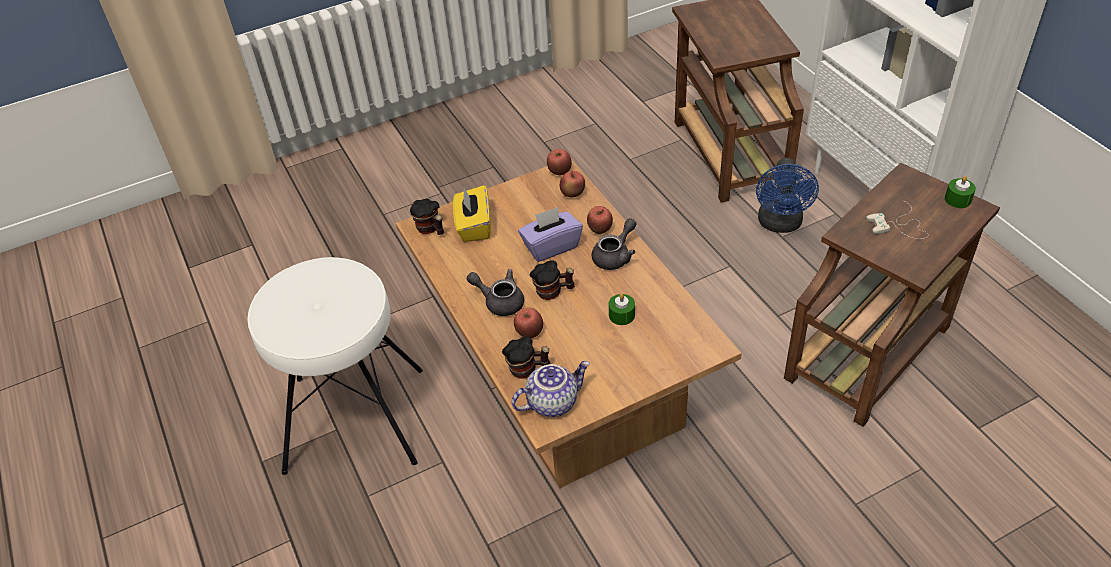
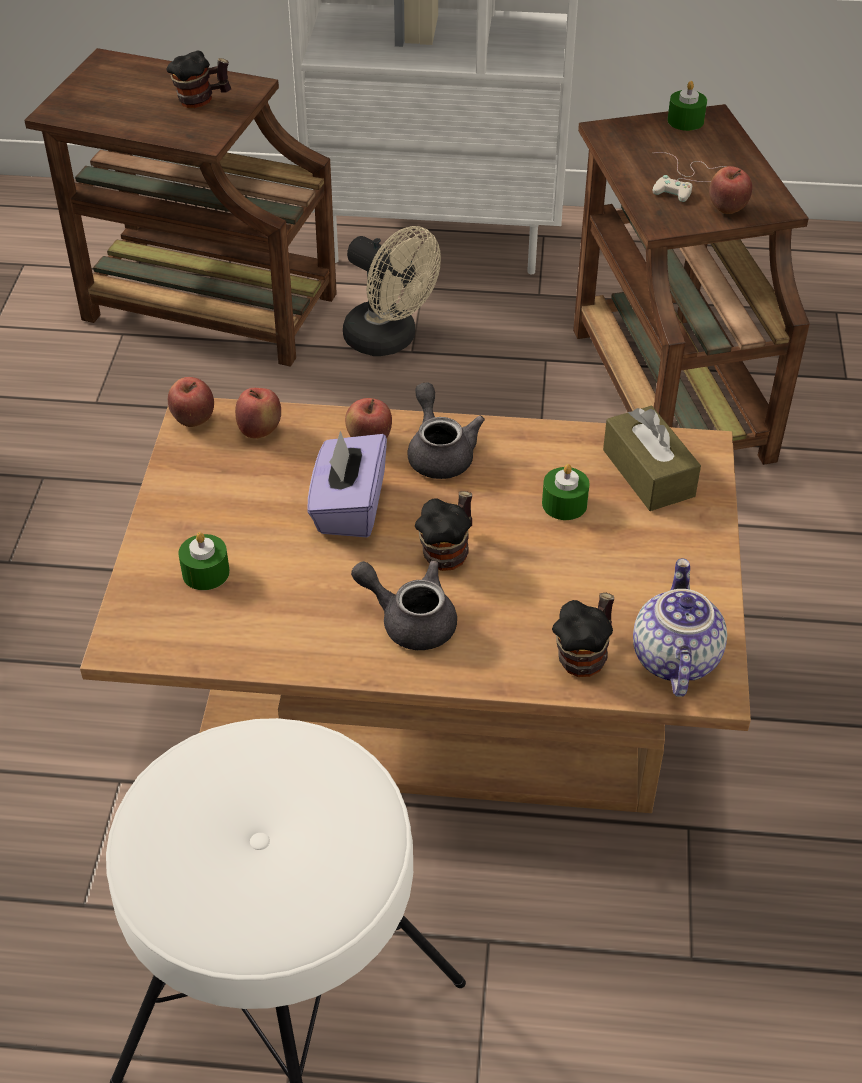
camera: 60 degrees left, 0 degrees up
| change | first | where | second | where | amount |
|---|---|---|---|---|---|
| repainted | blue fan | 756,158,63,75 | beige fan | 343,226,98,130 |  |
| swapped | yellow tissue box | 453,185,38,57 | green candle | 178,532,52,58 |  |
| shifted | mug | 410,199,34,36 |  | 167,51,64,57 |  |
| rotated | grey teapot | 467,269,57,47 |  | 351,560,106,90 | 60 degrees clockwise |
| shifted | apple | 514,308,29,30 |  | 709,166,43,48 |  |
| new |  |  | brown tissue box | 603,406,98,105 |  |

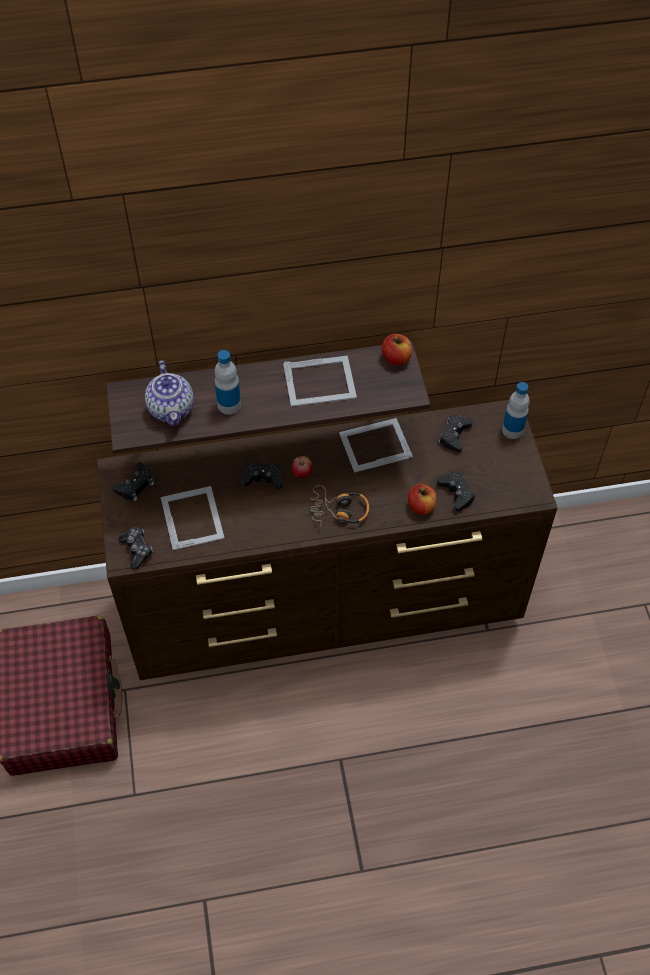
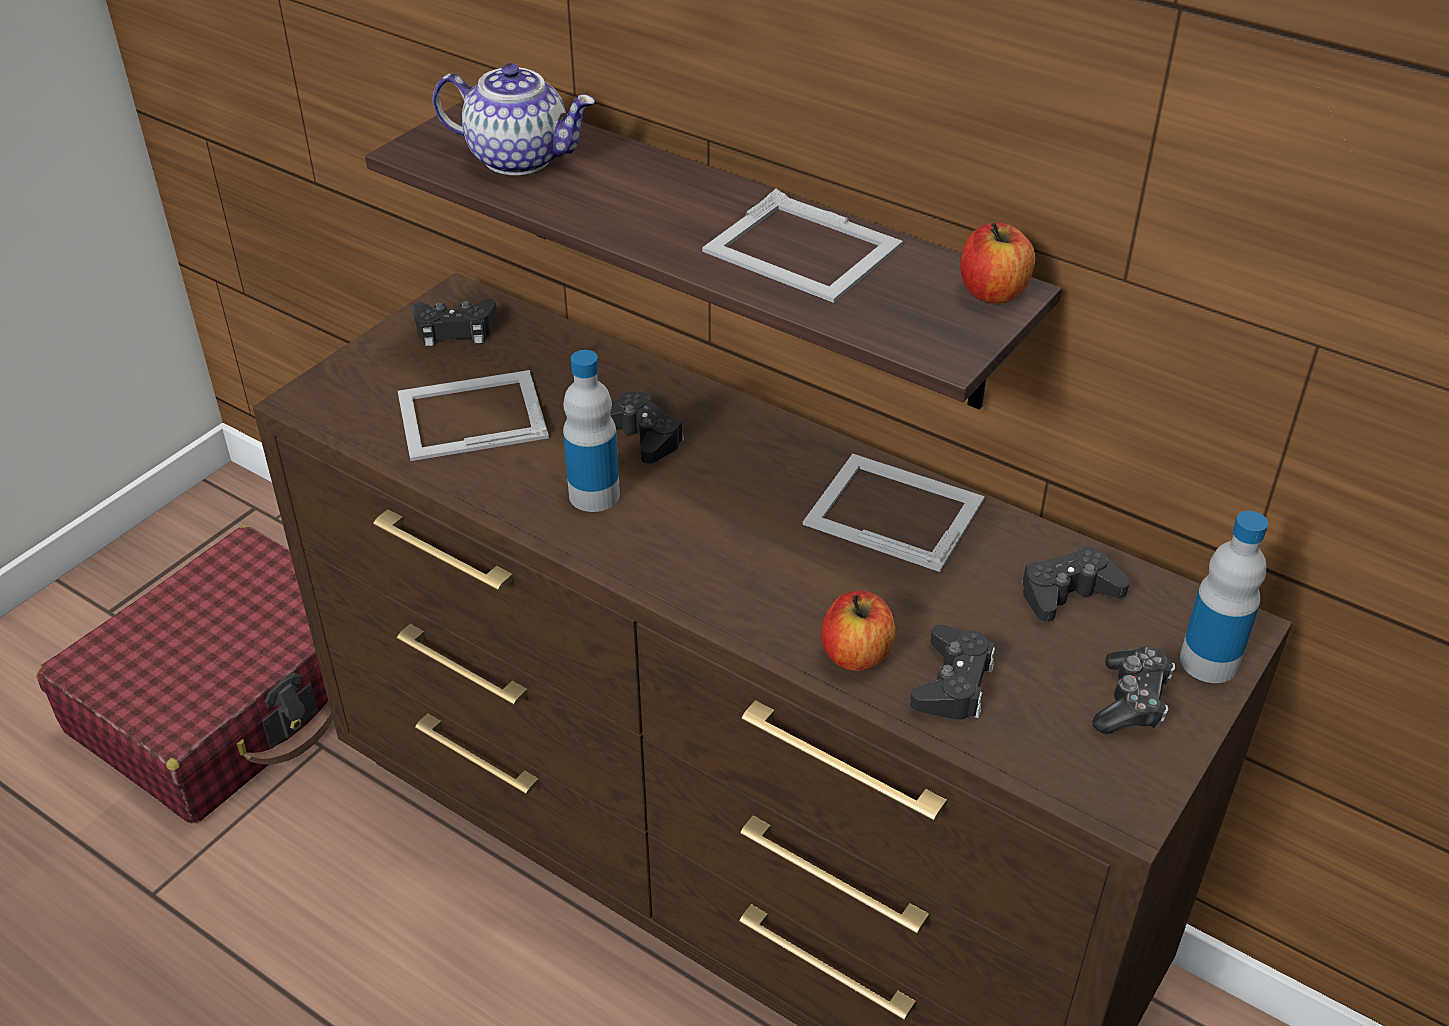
camera: 45 degrees right, 15 degrees down
| change | first | where | second | where | amount |
|---|---|---|---|---|---|
| shifted | bottle | 215,350,26,65 |  | 563,350,57,162 |  |
| rotated | teapot | 145,360,49,66 |  | 433,63,162,112 | 105 degrees counterclockwise |
| gone | apple | 292,456,21,23 |  |  |  |
| gone | headphones | 310,485,59,43 |  |  |  |
| rotated | picture frame | 161,486,64,64 |  | 398,370,151,91 | 135 degrees counterclockwise |
| shifted | game controller | 118,527,35,42 |  | 1092,646,83,88 |  |

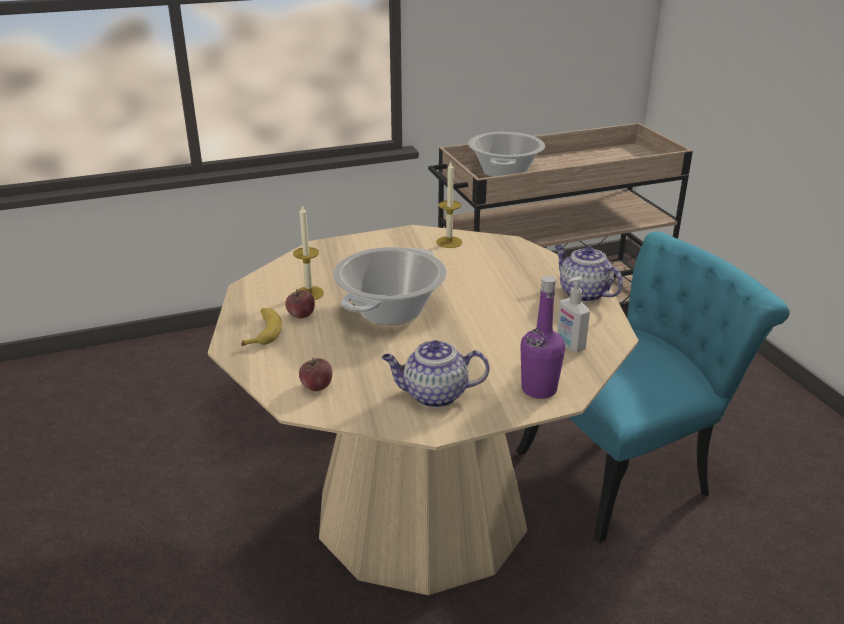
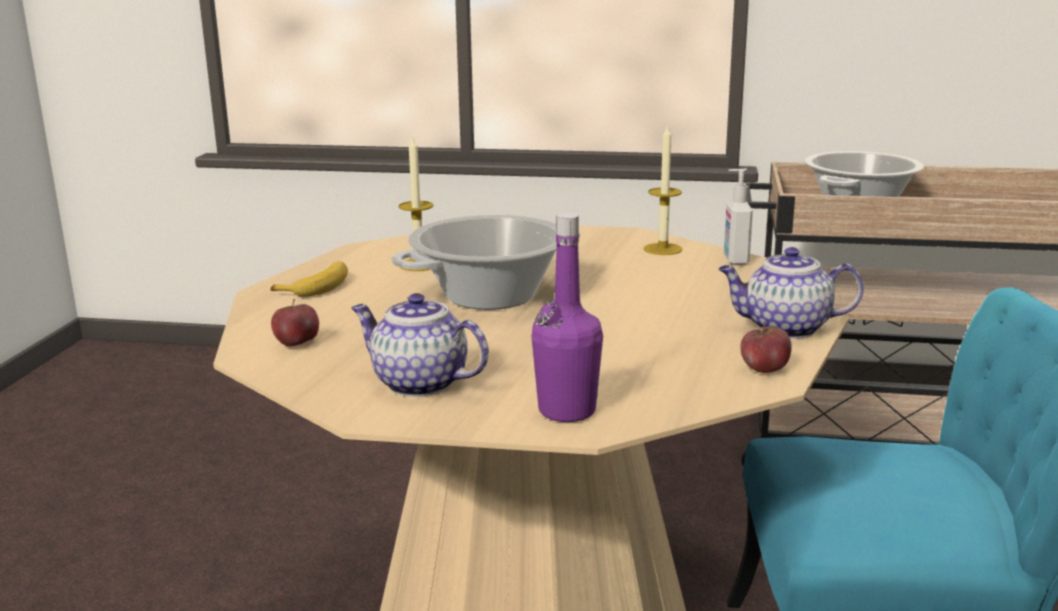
camera: 30 degrees right, 10 degrees down
| change | first | where | second | where | amount |
|---|---|---|---|---|---|
| rotated | teapot | 555,245,68,57 |  | 719,247,145,92 | 75 degrees counterclockwise |
| shifted | soap dispenser | 557,276,33,76 |  | 724,169,29,96 |  |
| shifted | apple | 285,290,30,28 |  | 740,322,52,51 |  |

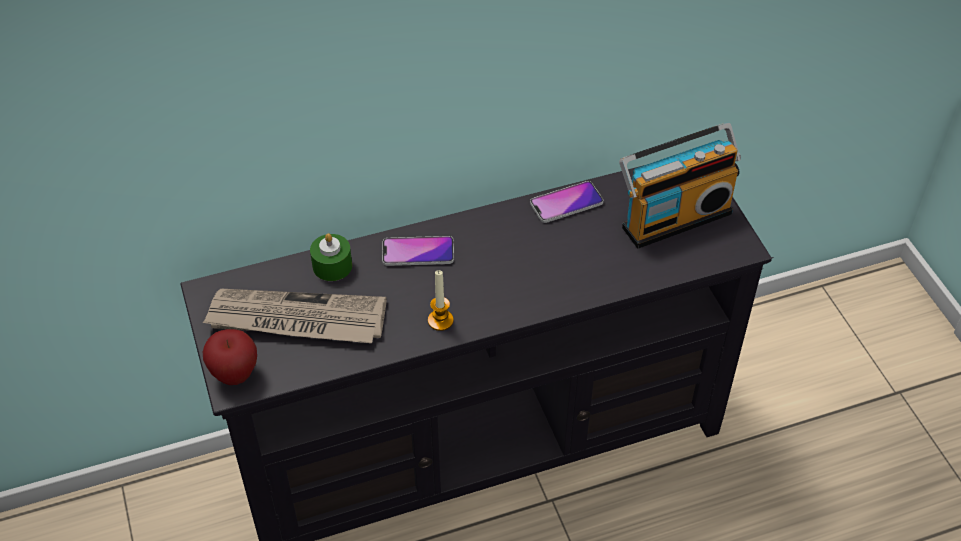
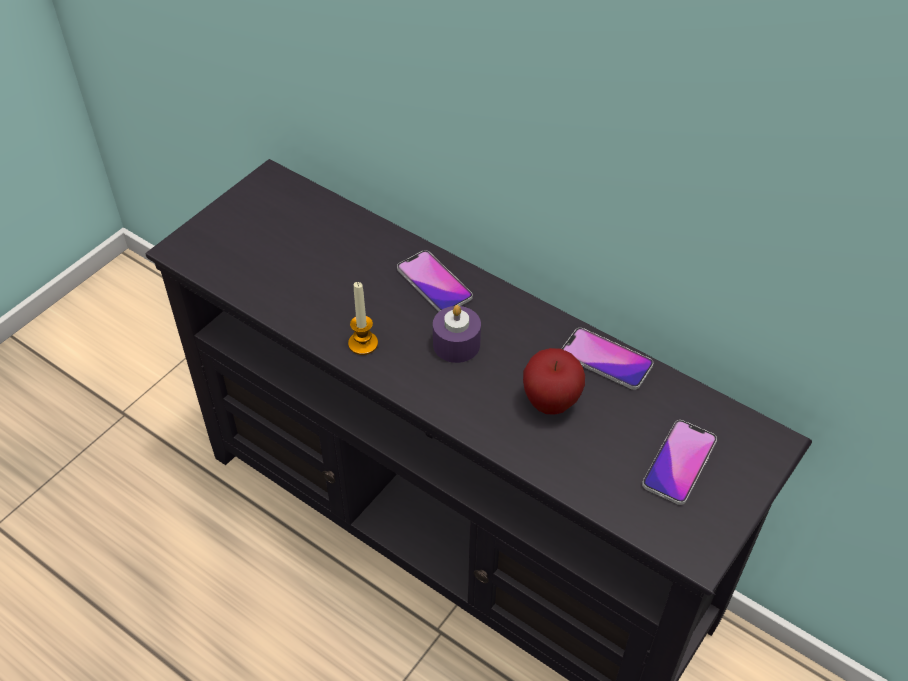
camera: 55 degrees right, 0 degrees up
| change | first | where | second | where | amount |
|---|---|---|---|---|---|
| swapped | radio | 619,123,122,126 | phone | 642,420,75,85 |  |
| gone | green candle | 310,233,42,48 |  |  |  |
| gone | newspaper | 202,289,185,54 |  |  |  |
| shifted | apple | 203,329,54,56 |  | 523,348,62,67 |  |
| new |  |  | purple candle | 433,305,48,58 |  |

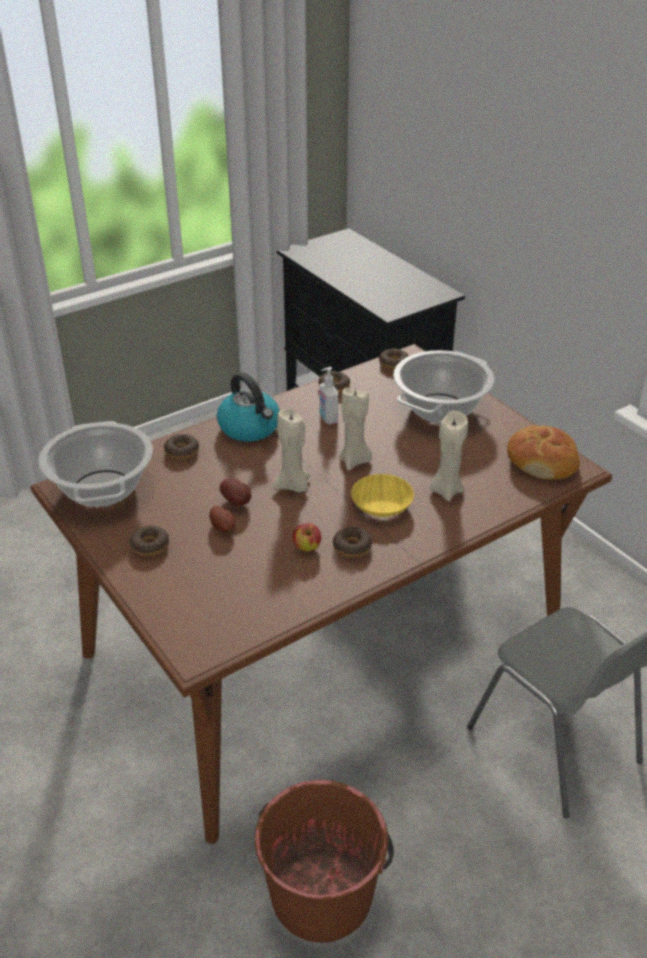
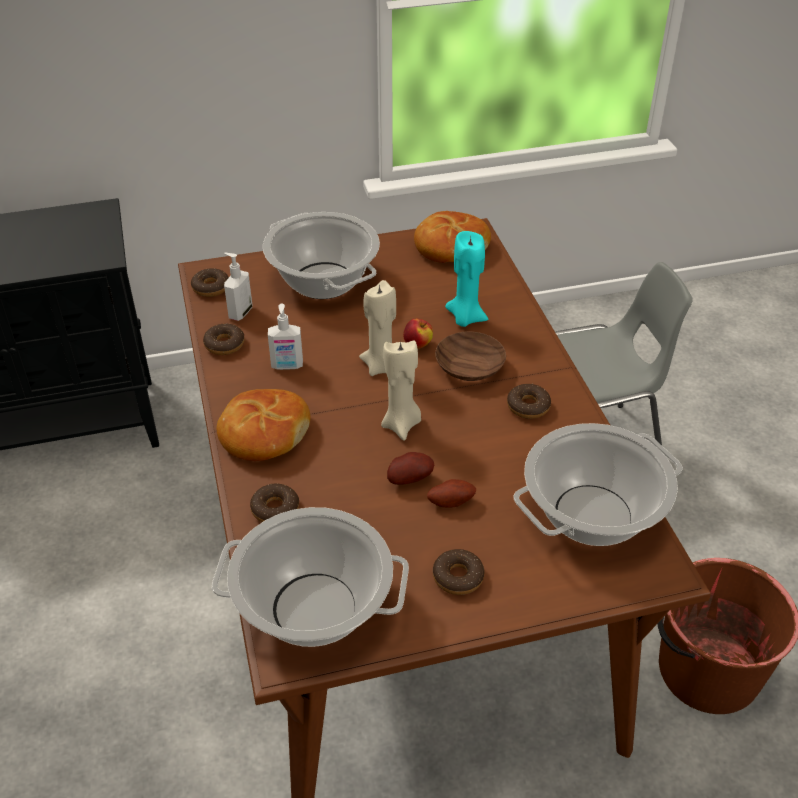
camera: 70 degrees left, 5 degrees up
| change | first | where | second | where | amount |
|---|---|---|---|---|---|
| swapped | kettle | 217,372,63,70 | bread | 217,389,93,72 |  |
| repainted | beige candle | 430,411,38,90 | turquoise candle | 445,231,43,96 |  |
| repainted | yellow bowl | 351,474,63,43 | brown bowl | 435,331,71,50 |  |
| shifted | apple | 293,523,28,29 |  | 403,318,30,31 |  |
| new |  |  | soap dispenser | 224,253,28,68 |  |
| new |  |  | cooking pot | 513,423,170,123 |  |

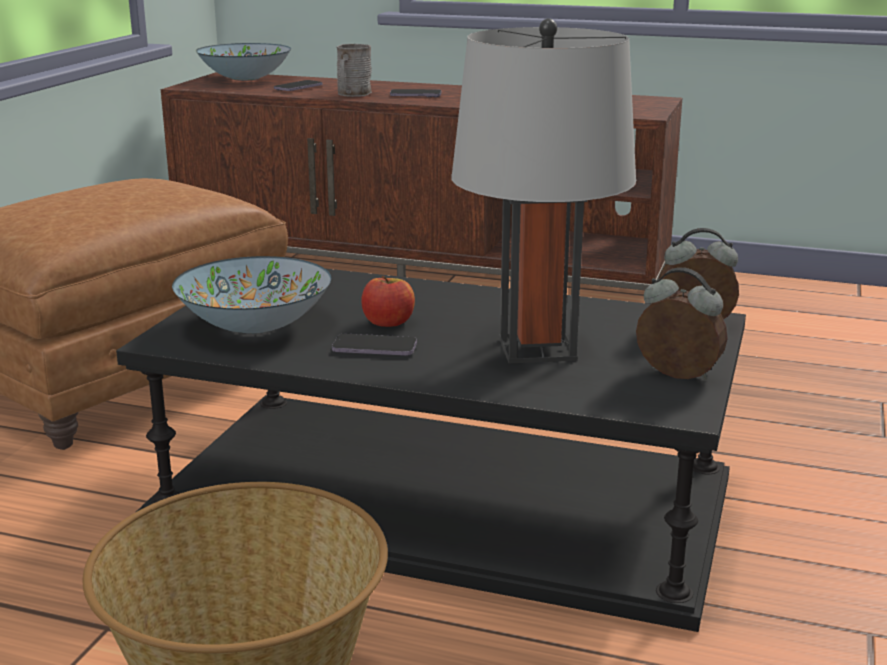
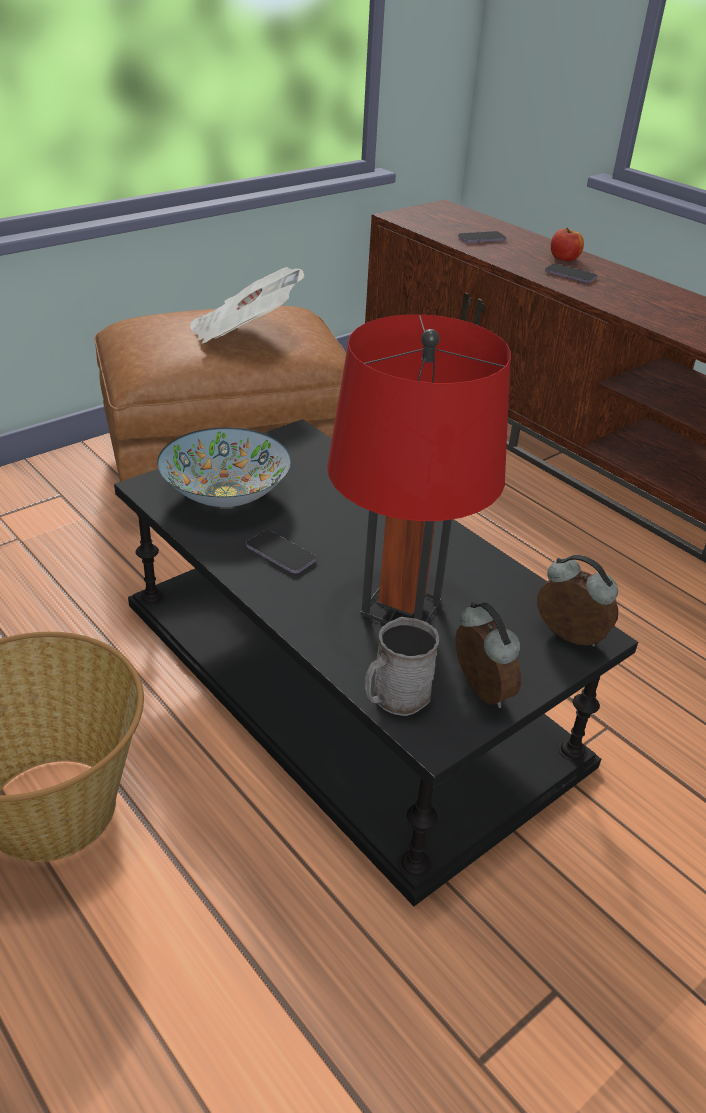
camera: 30 degrees right, 15 degrees up
| change | first | where | second | where | amount |
|---|---|---|---|---|---|
| repainted | grey table lamp | 451,19,185,344 | red table lamp | 327,314,184,310 |  |
| gone | bowl | 196,43,95,38 |  |  |  |
| shifted | grey mug | 336,44,36,53 |  | 365,617,74,99 |  |
| shifted | apple | 361,276,54,51 |  | 551,228,33,33 |  |
| new |  |  | newspaper | 190,267,114,76 |  |

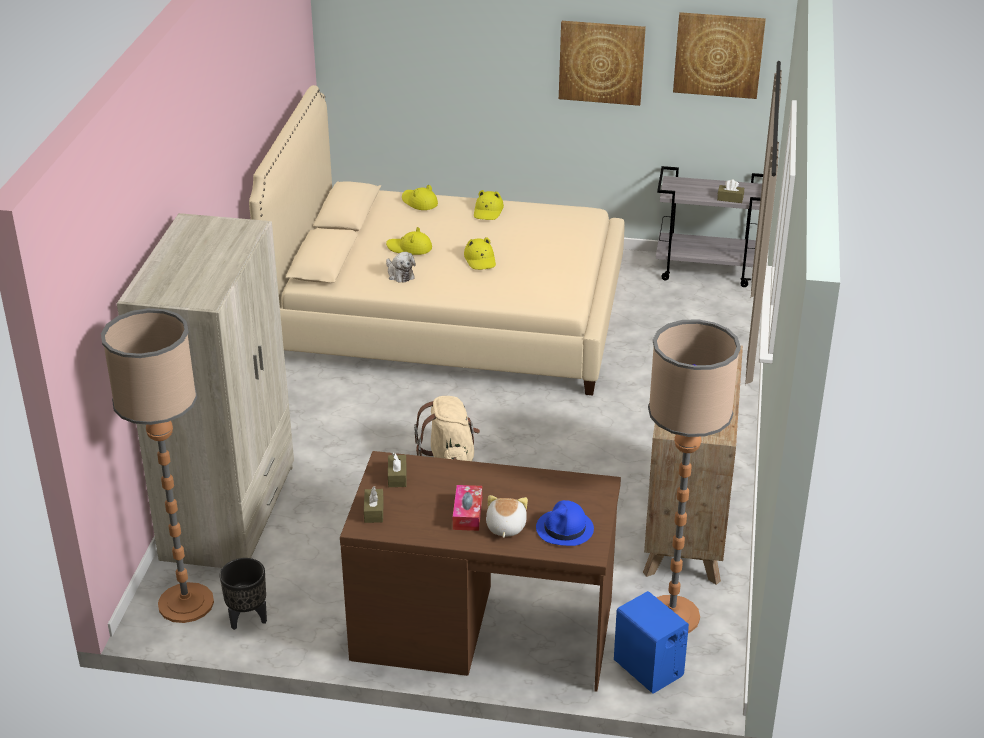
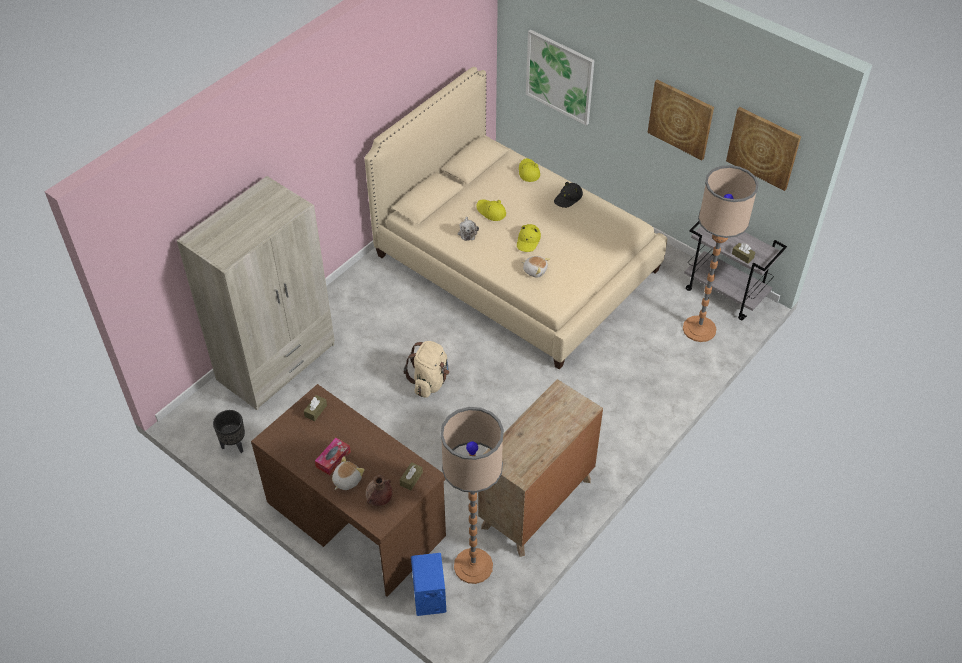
camera: 30 degrees right, 15 degrees up
| change | first | where | second | where | amount |
|---|---|---|---|---|---|
| repainted | yellow hat | 474,190,30,30 | black hat | 554,182,29,26 |  |
| shifted | floor lamp | 101,308,113,315 |  | 683,165,76,177 |  |
| shifted | brown tissue box | 364,486,20,37 |  | 400,462,23,28 |  |
| swapped | blue hat | 536,500,58,46 | brown vase | 366,475,27,31 |  |
| new |  |  | picture | 526,29,68,97 |  |
| new |  |  | plush toy | 522,256,28,22 |  |

